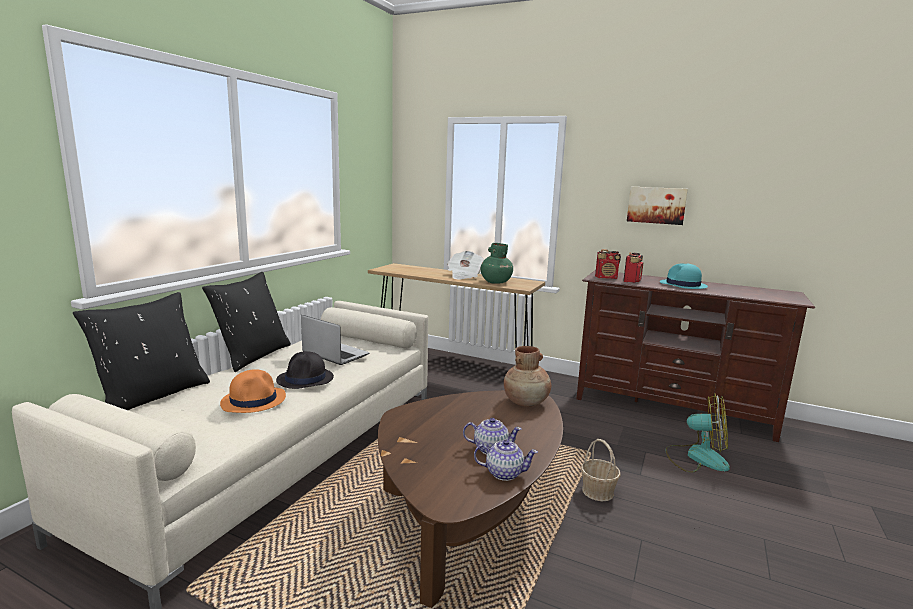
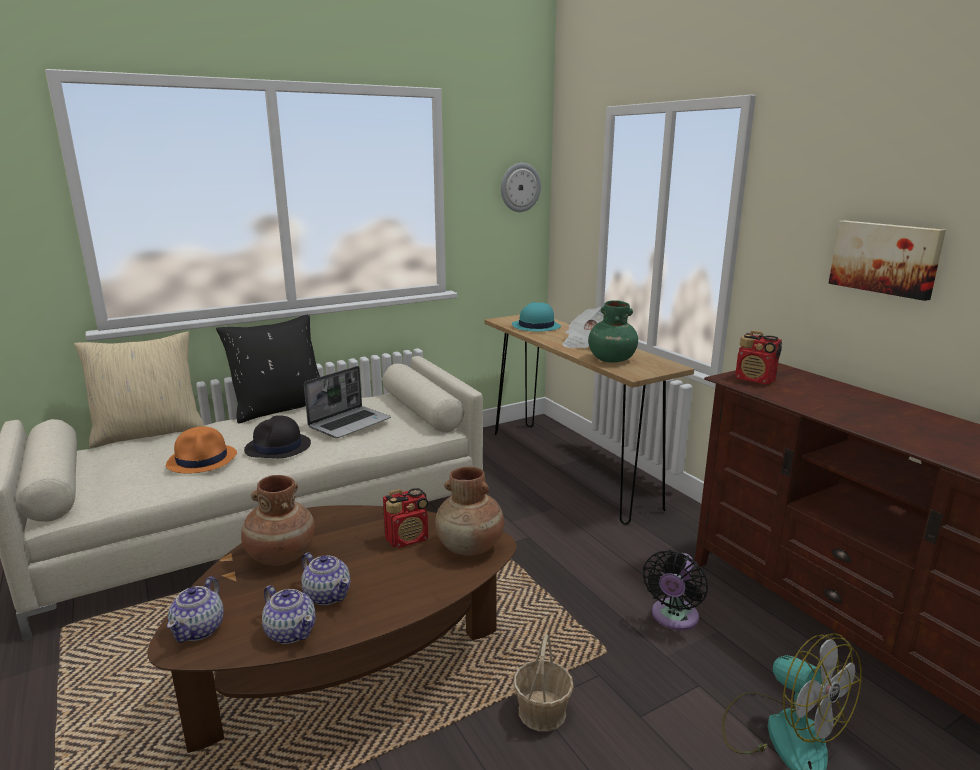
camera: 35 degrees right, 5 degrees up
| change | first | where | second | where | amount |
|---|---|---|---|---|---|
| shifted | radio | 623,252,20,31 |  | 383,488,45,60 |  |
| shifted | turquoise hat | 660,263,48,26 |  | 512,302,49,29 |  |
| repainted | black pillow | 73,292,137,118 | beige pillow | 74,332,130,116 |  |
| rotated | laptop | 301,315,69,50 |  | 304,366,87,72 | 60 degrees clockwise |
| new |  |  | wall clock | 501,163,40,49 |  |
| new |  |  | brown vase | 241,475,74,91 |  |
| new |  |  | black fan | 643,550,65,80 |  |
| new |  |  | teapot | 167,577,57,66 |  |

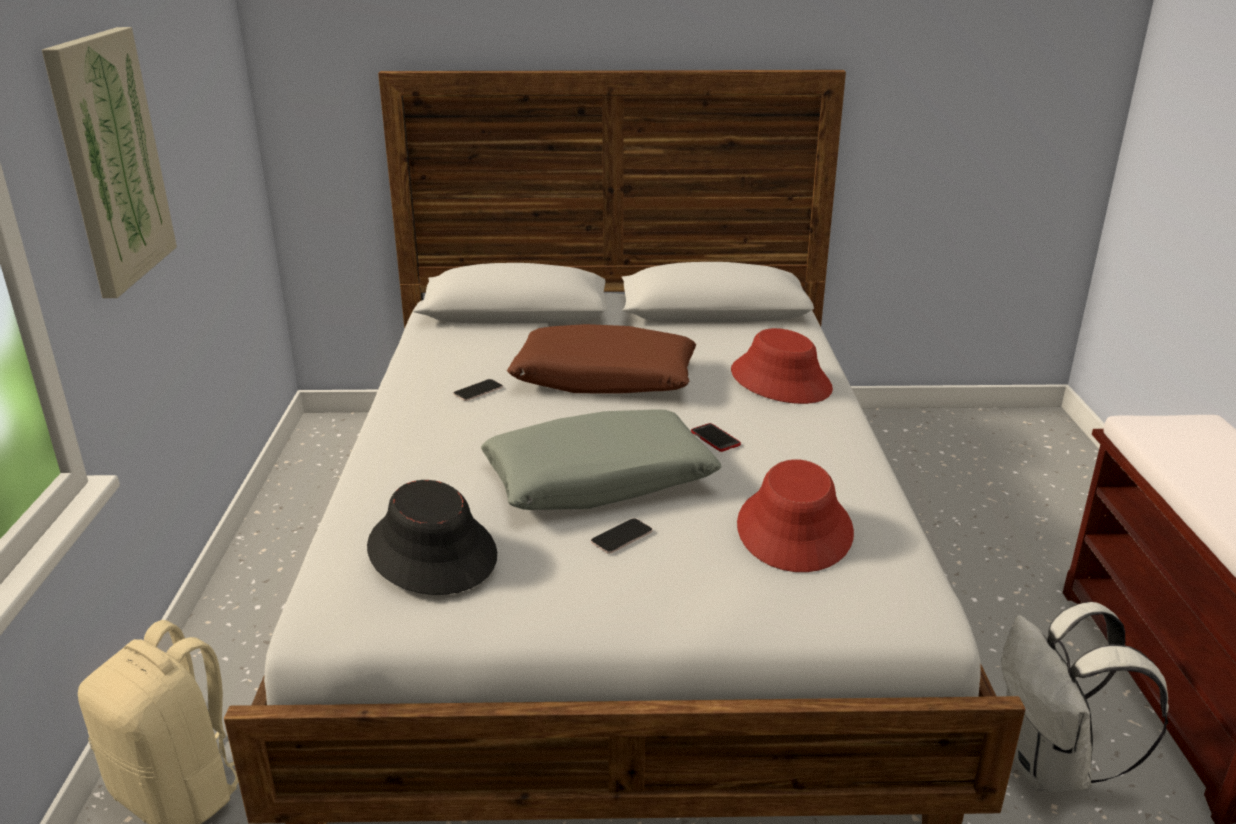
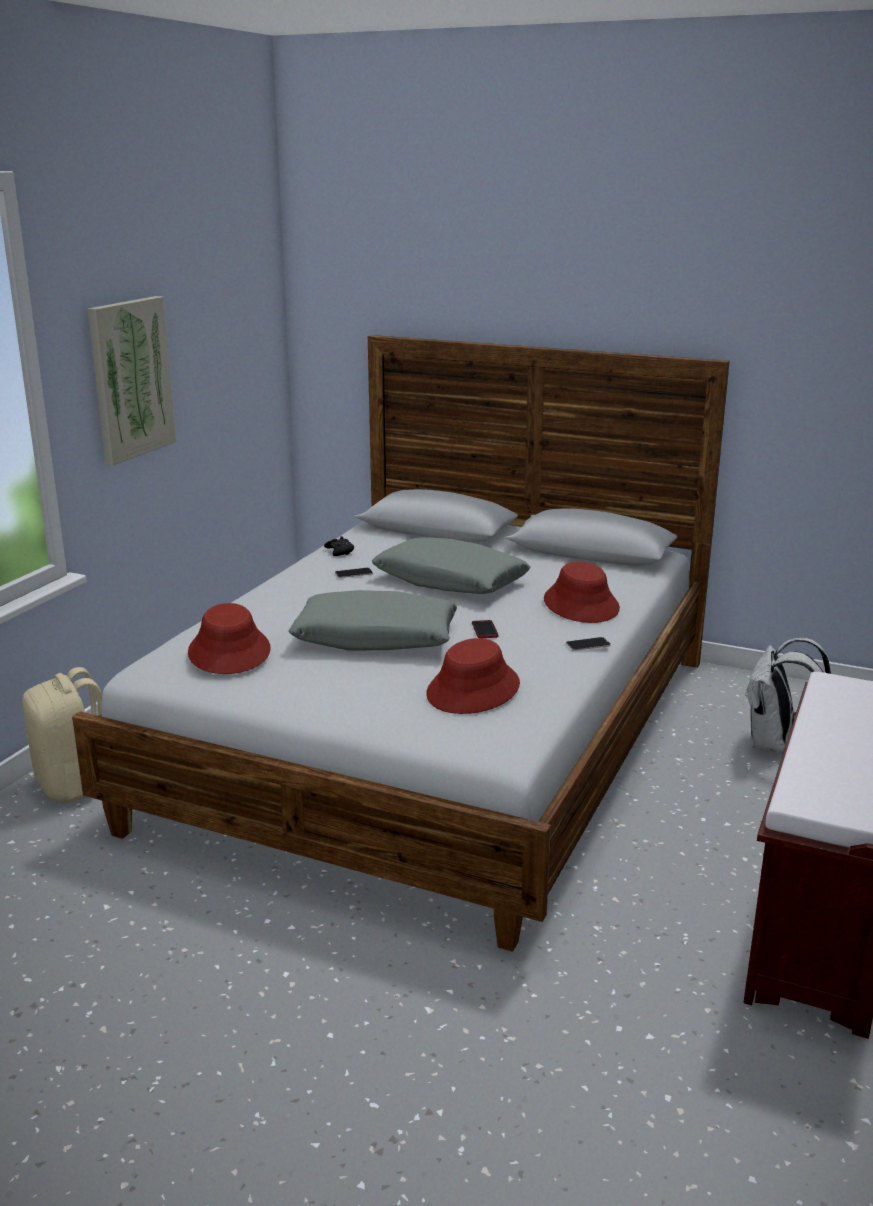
camera: 25 degrees right, 5 degrees down
| change | first | where | second | where | amount |
|---|---|---|---|---|---|
| repainted | brown pillow | 507,324,189,70 | grey pillow | 372,537,159,57 |  |
| repainted | black hat | 367,480,130,115 | red hat | 188,603,83,71 |  |
| shifted | phone | 591,518,62,36 |  | 566,637,45,14 |  |
| shifted | white backpack | 1001,602,168,190 |  | 745,638,86,115 |  |
| new |  |  | black game controller | 324,536,30,20 |  |

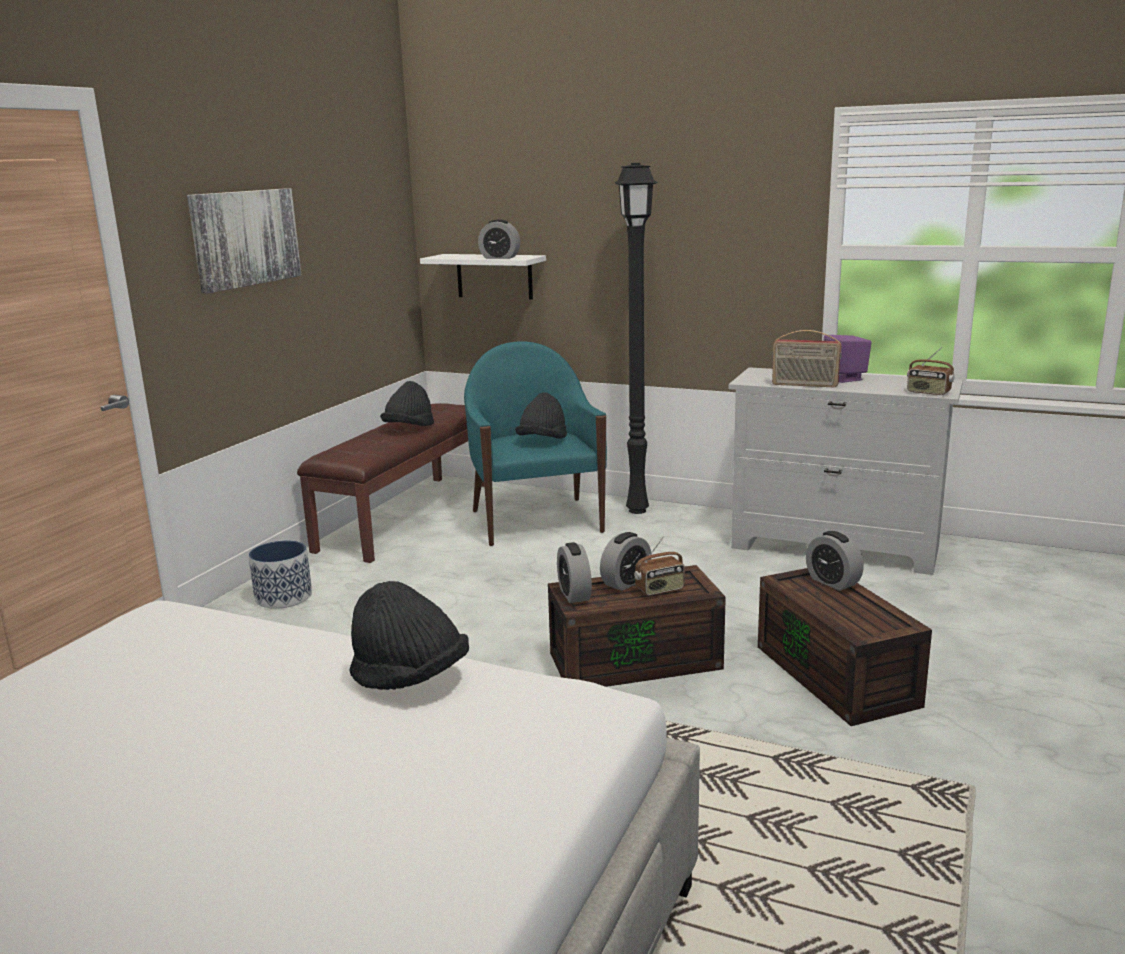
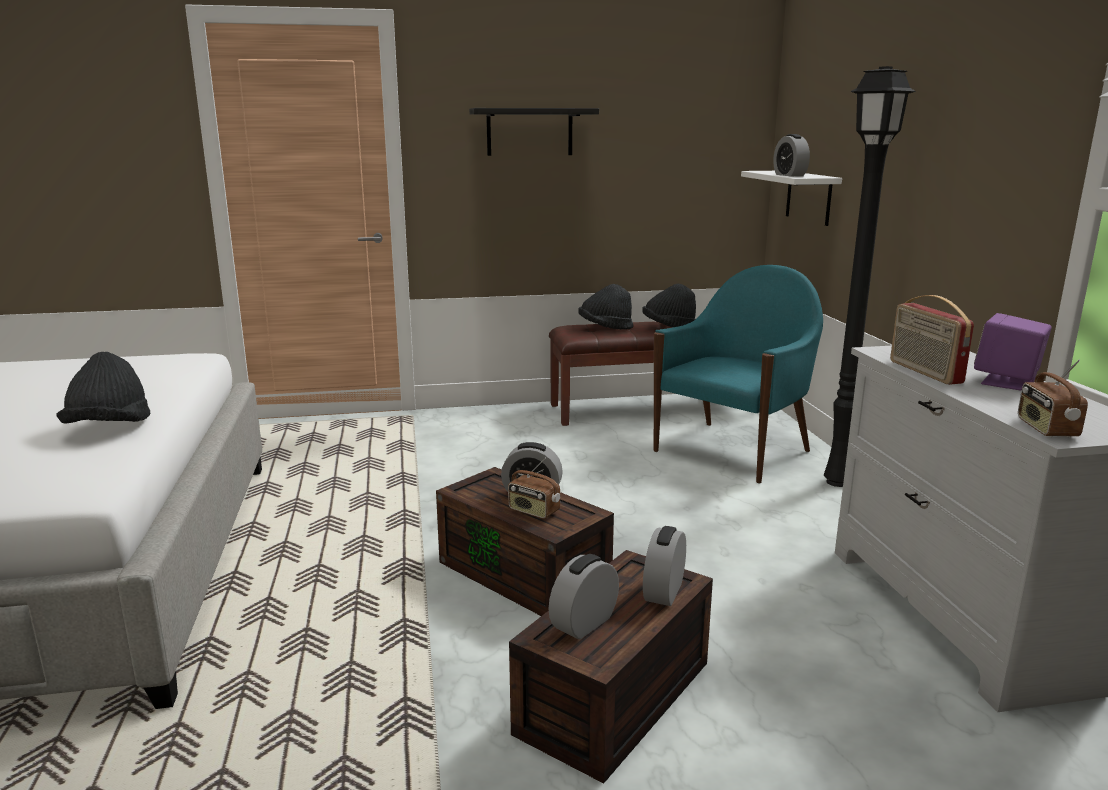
camera: 55 degrees right, 0 degrees up
| change | first | where | second | where | amount |
|---|---|---|---|---|---|
| swapped | picture | 187,188,114,105 | black shelf | 469,108,130,48 |  |
| shifted | black hat | 515,392,52,47 |  | 578,284,55,45 |  |
| gone | planter | 249,540,63,69 |  |  |  |
| shifted | alarm clock | 557,542,35,61 |  | 549,554,70,86 |  |

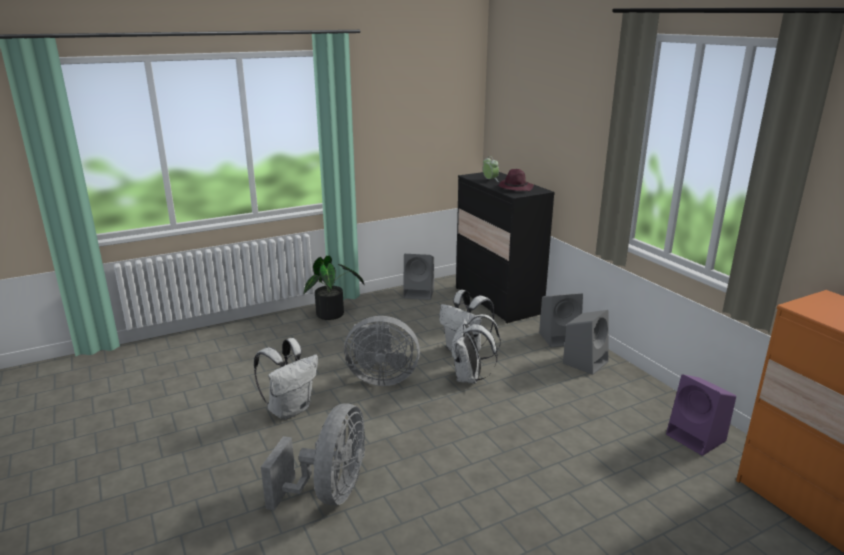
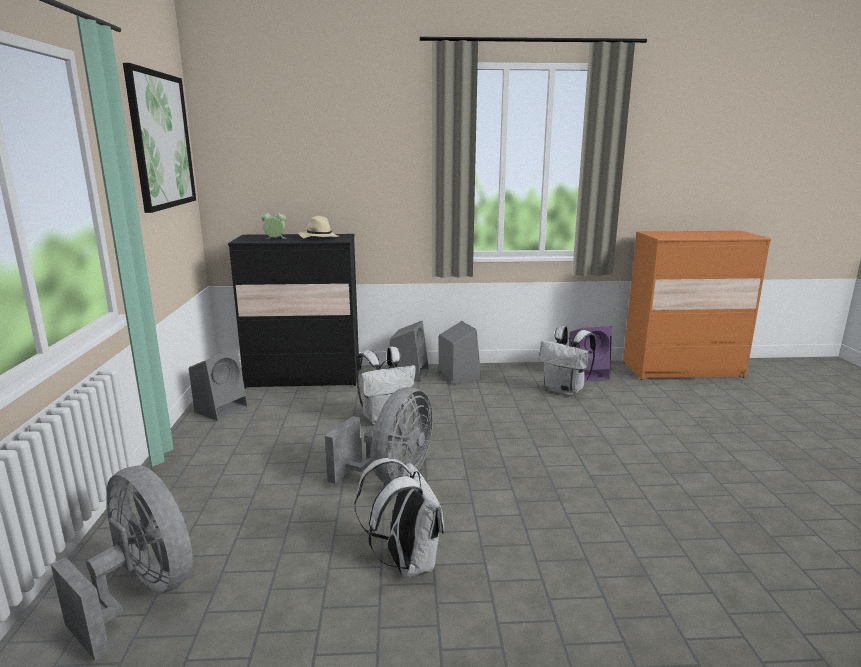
camera: 65 degrees left, 5 degrees down
| change | first | where | second | where | amount |
|---|---|---|---|---|---|
| repainted | purple hat | 498,169,36,22 | beige hat | 298,216,41,23 |  |
| gone | potted plant | 303,255,62,65 |  |  |  |
| shifted | white backpack | 451,314,50,70 |  | 539,326,57,70 |  |
| shifted | grey fan | 261,403,104,108 |  | 51,465,142,196 |  |
| new |  |  | picture | 123,63,73,150 |  |

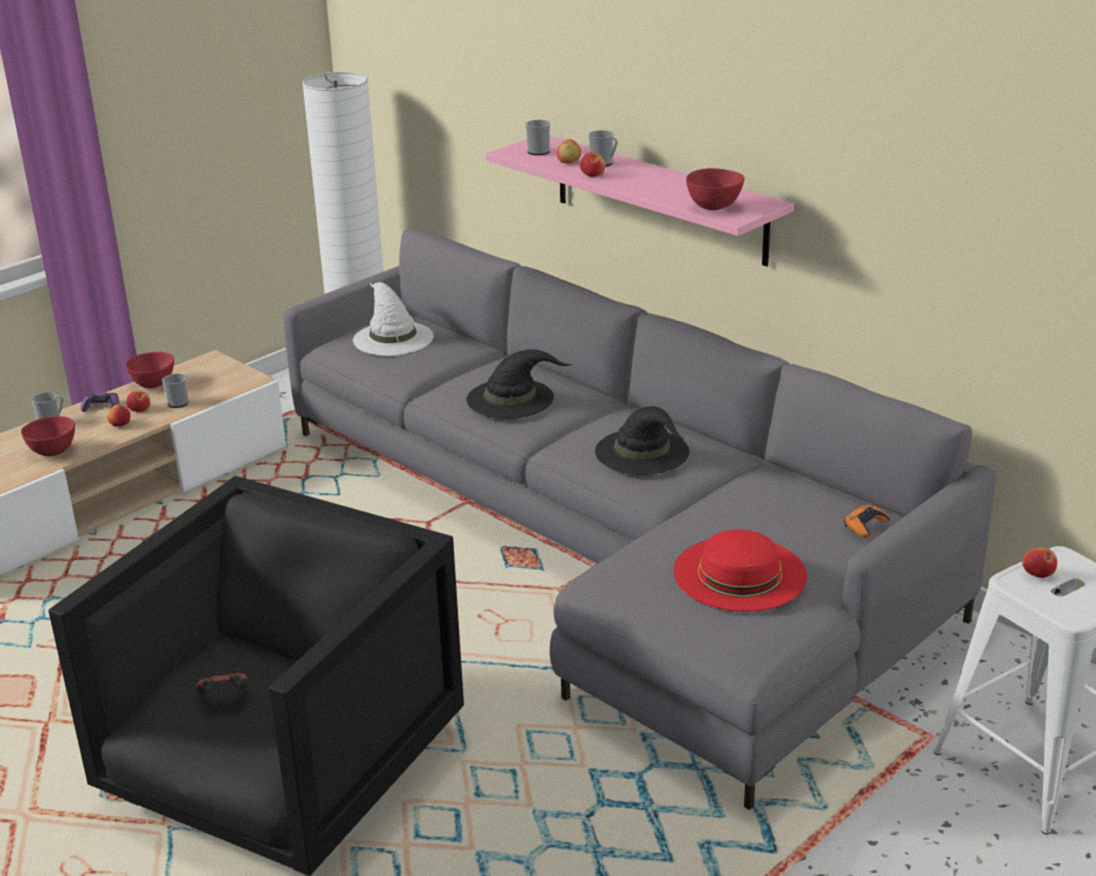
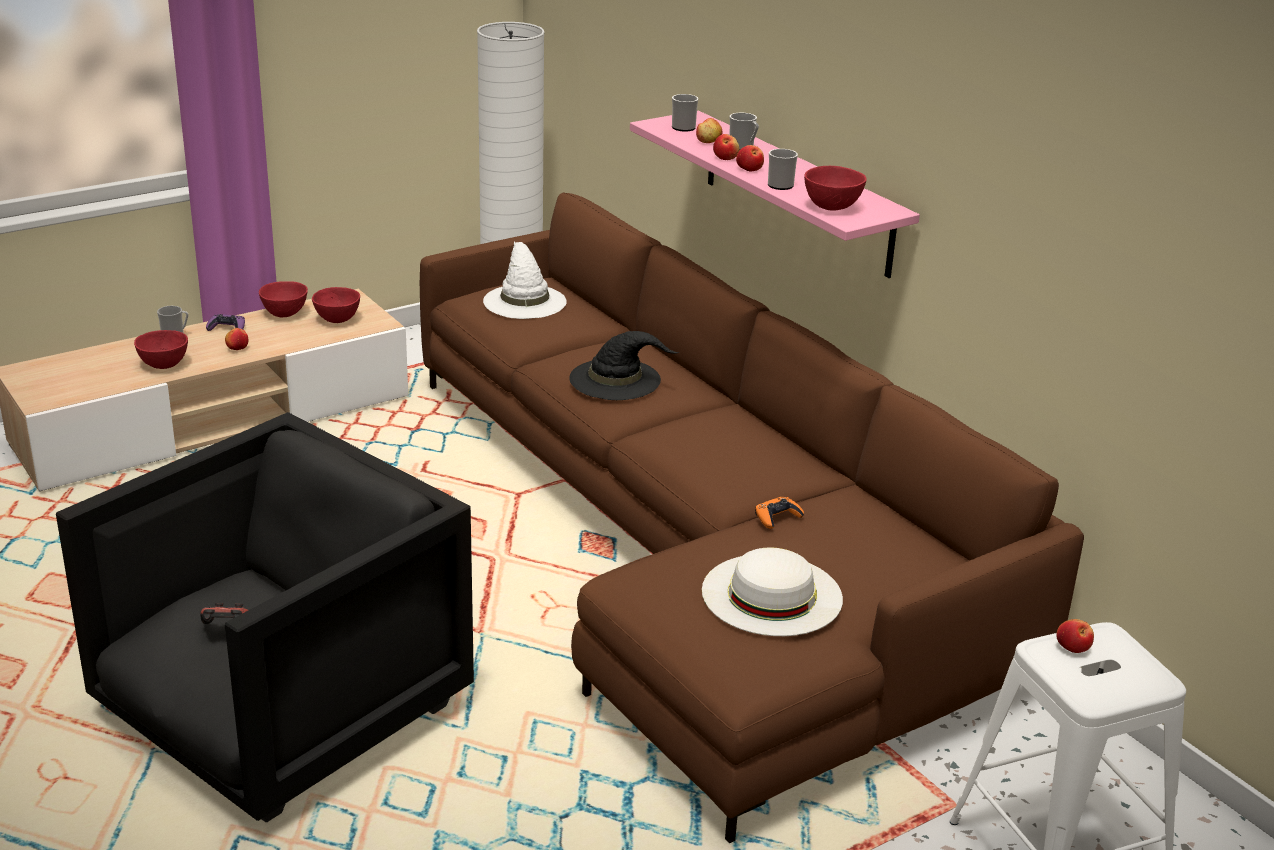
camera: 10 degrees right, 0 degrees up
| change | first | where | second | where | amount |
|---|---|---|---|---|---|
| repainted | grey sofa | 284,230,712,580 | brown sofa | 420,193,664,650 |  |
| shifted | mug | 162,373,27,35 |  | 768,149,30,41 |  |
| shifted | apple | 126,390,24,22 |  | 736,145,28,27 |  |
| gone | black hat | 595,406,94,69 |  |  |  |
| shifted | orange game controller | 845,505,45,33 |  | 755,497,49,32 |  |
| repainted | red hat | 673,529,134,83 | white hat | 702,548,141,88 |  |
| new |  |  | red bowl | 312,287,48,36 |  |

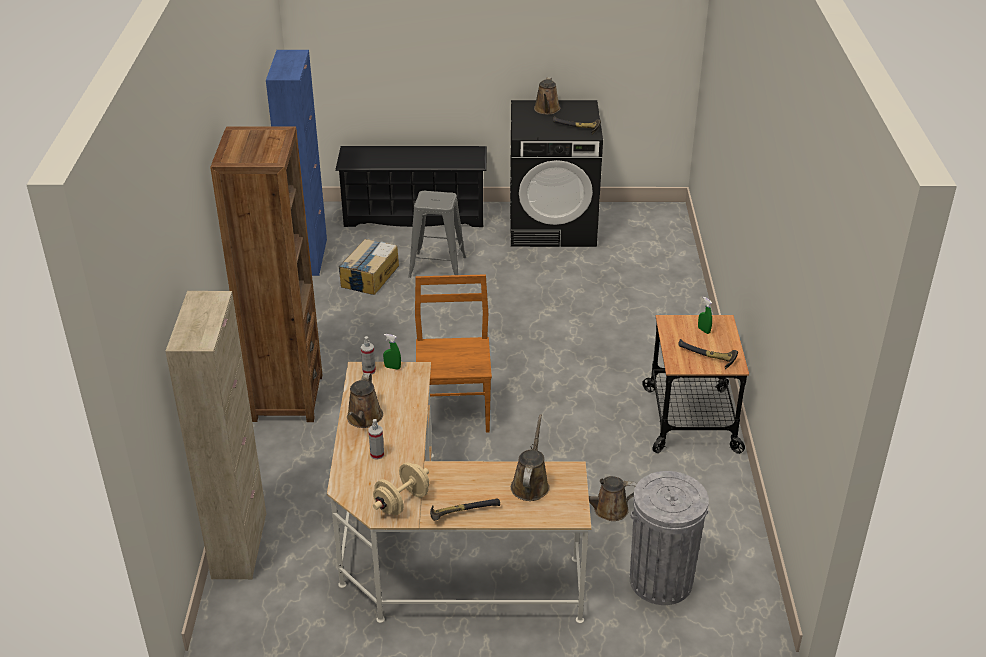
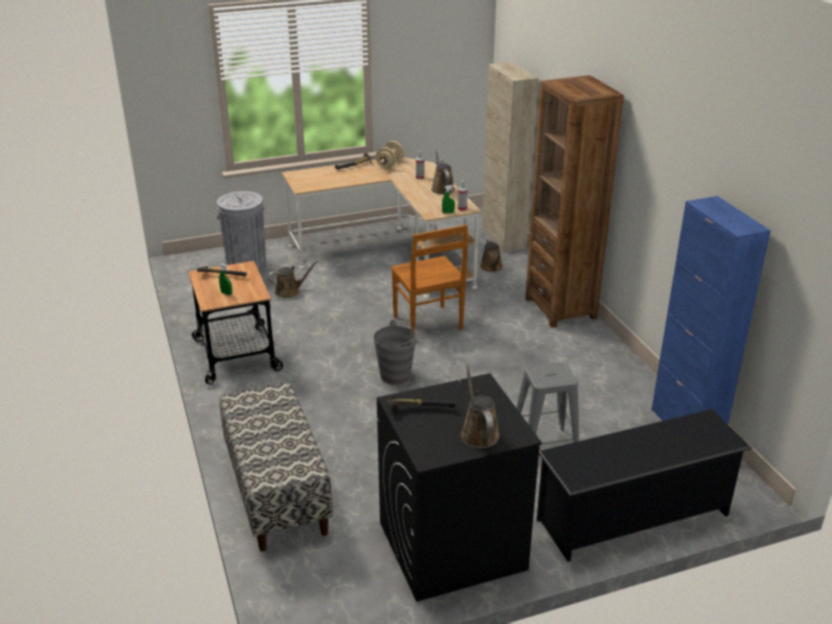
camera: 160 degrees right, 5 degrees down
| change | first | where | second | where | amount |
|---|---|---|---|---|---|
| gone | cardboard box | 339,239,60,56 |  |  |  |
| shifted | brown watering can | 511,415,39,86 |  | 480,239,23,33 |  |
| new |  |  | grey bucket | 374,320,43,65 |  |
| new |  |  | bench | 219,382,114,169 |  |

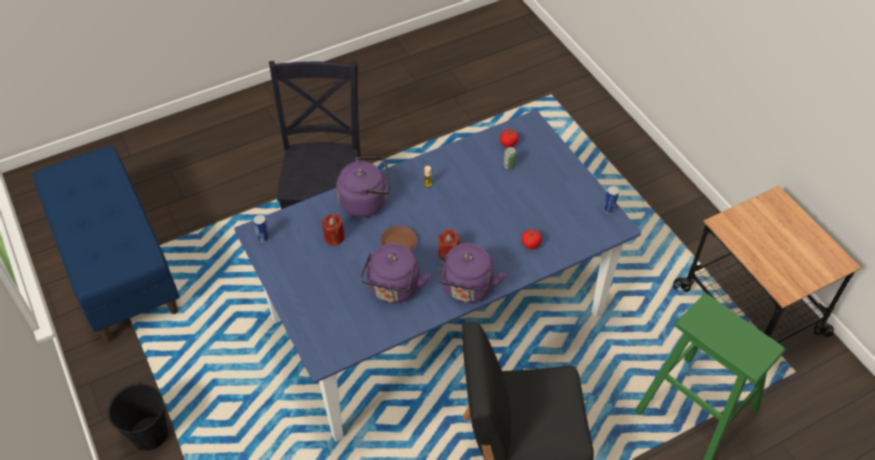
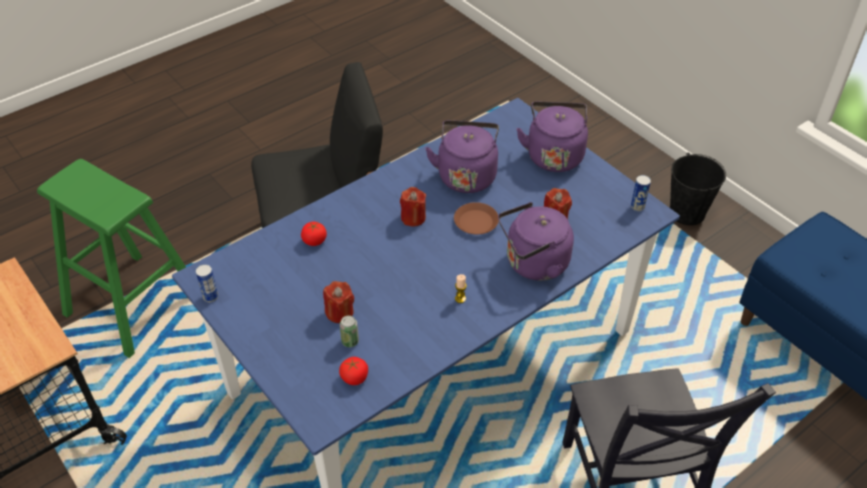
camera: 170 degrees right, 5 degrees down
| change | first | where | second | where | amount |
|---|---|---|---|---|---|
| shifted | purple kettle | 437,243,69,60 |  | 516,102,72,70 |  |
| new |  |  | red candle | 323,281,31,42 |  |

